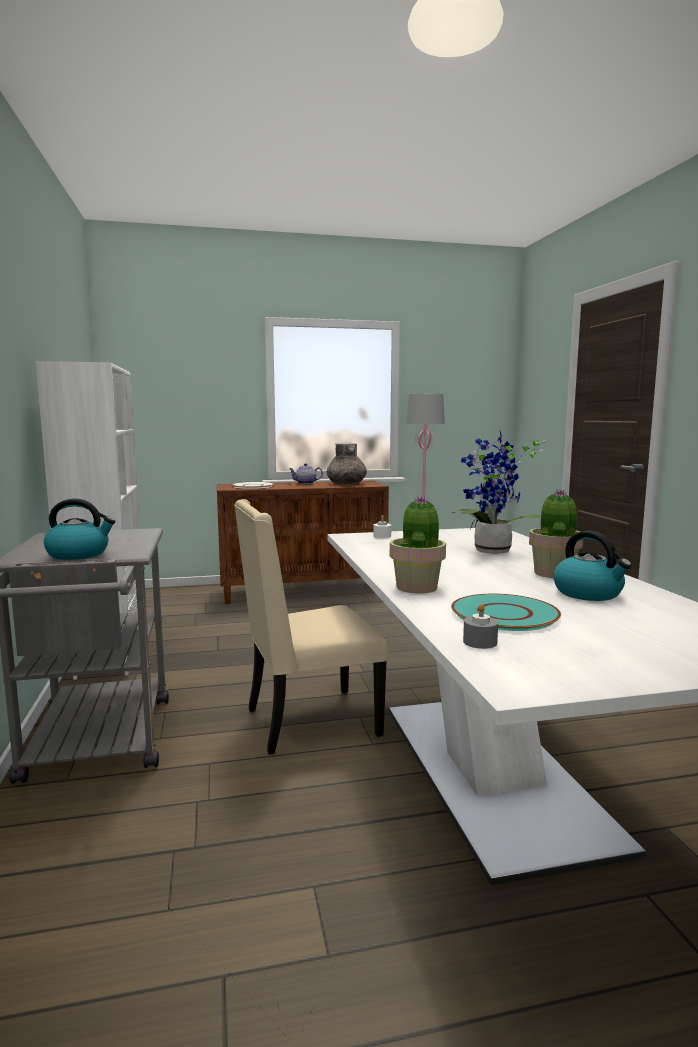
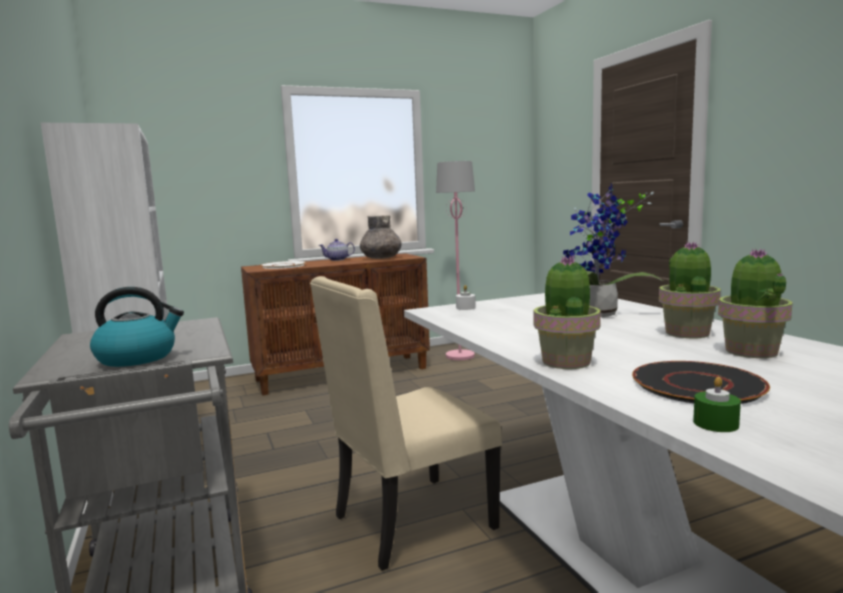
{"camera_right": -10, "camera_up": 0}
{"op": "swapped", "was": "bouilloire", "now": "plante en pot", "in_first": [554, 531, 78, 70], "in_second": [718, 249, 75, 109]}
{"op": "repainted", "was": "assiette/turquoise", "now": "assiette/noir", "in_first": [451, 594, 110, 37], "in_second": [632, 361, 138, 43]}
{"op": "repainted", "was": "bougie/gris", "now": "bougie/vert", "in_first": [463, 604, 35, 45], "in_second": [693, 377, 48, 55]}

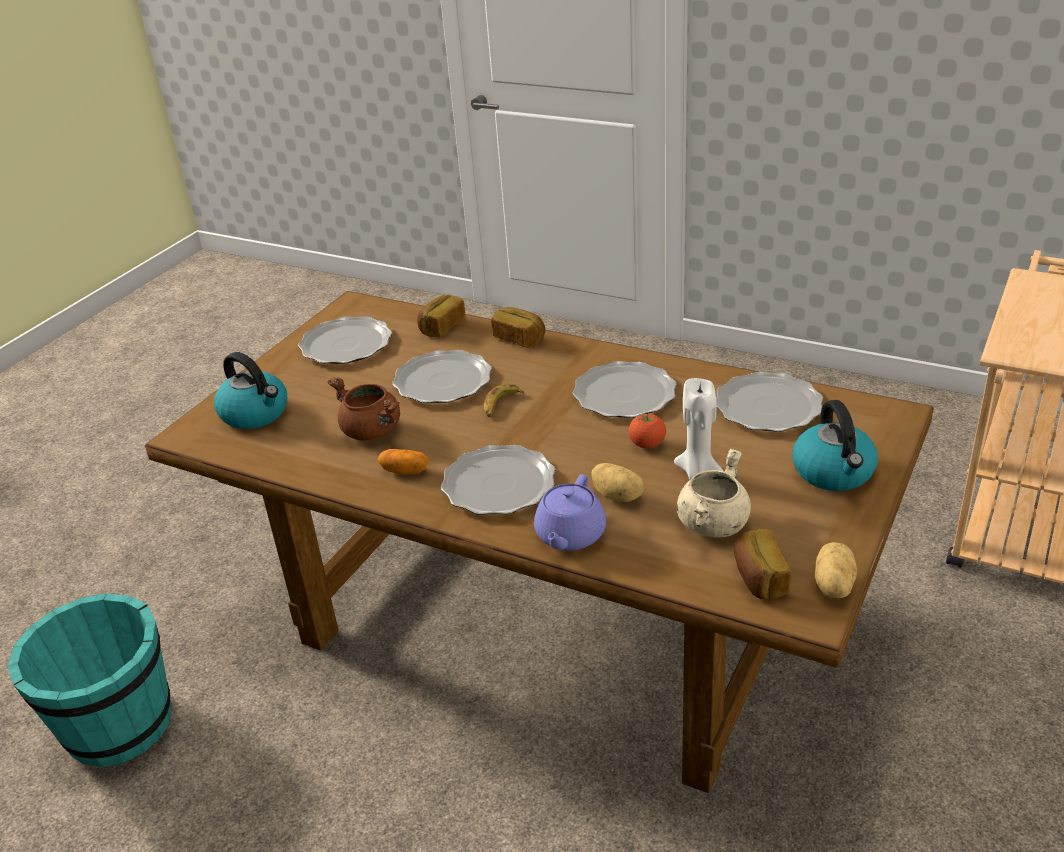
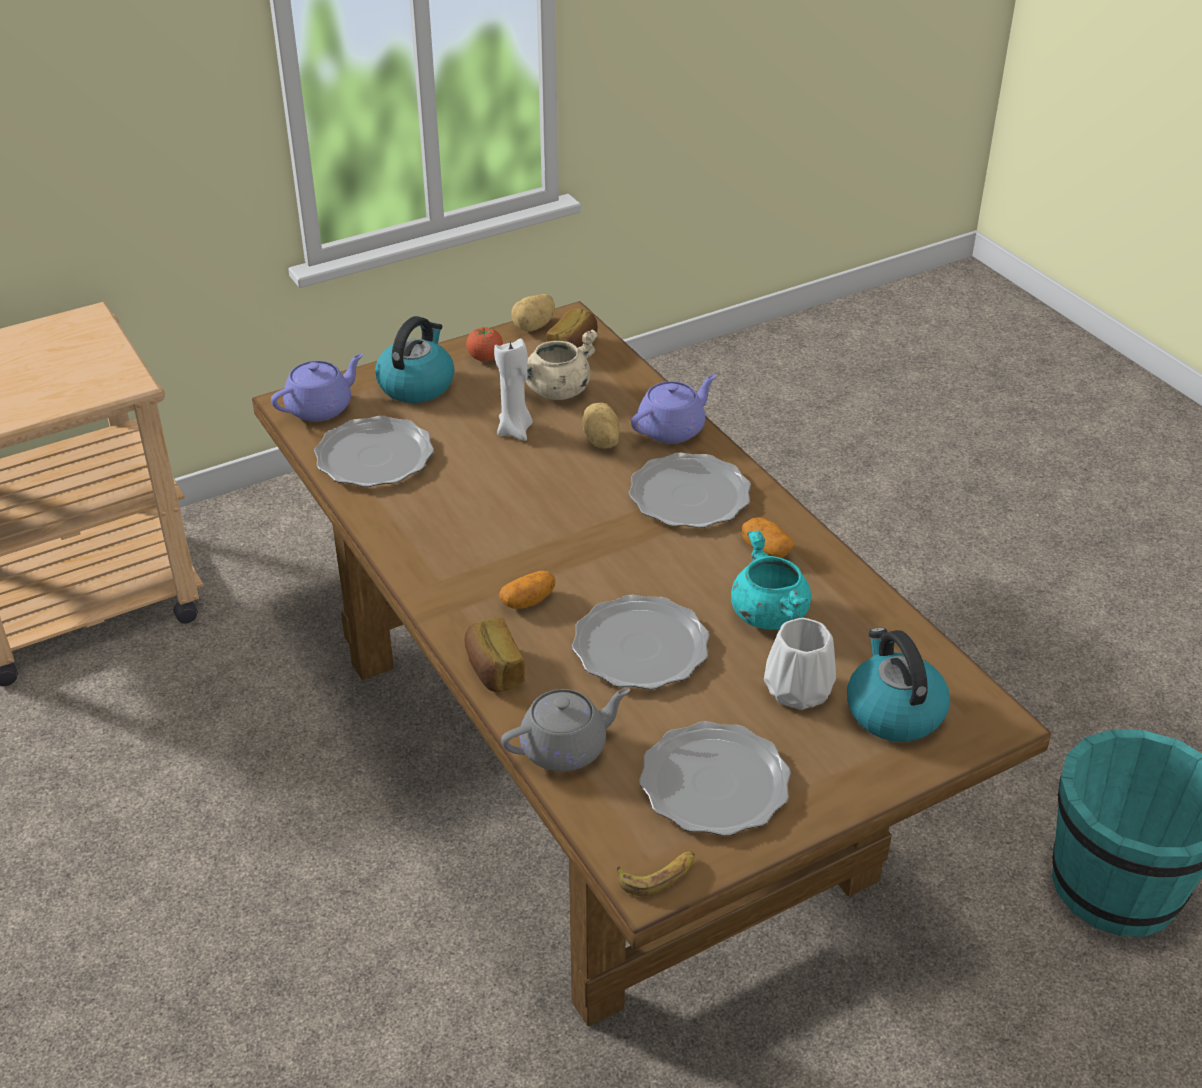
{"camera_right": -150, "camera_up": 5}
{"op": "gone", "was": "assiette", "in_first": [573, 361, 104, 57]}
{"op": "new", "now": "théière/violet", "in_second": [271, 354, 92, 67]}
{"op": "new", "now": "pomme de terre", "in_second": [499, 571, 56, 38]}
{"op": "new", "now": "vase/blanc", "in_second": [764, 618, 72, 92]}
{"op": "shifted", "was": "banane", "in_first": [484, 384, 40, 33], "in_second": [617, 851, 78, 45]}
{"op": "shifted", "was": "tomate", "in_first": [629, 413, 37, 36], "in_second": [466, 327, 37, 34]}
{"op": "swapped", "was": "pain", "now": "théière/gris", "in_first": [417, 295, 49, 42], "in_second": [501, 688, 129, 84]}
{"op": "repainted", "was": "marmite/marron", "now": "marmite/turquoise", "in_first": [327, 377, 73, 64], "in_second": [731, 531, 80, 98]}

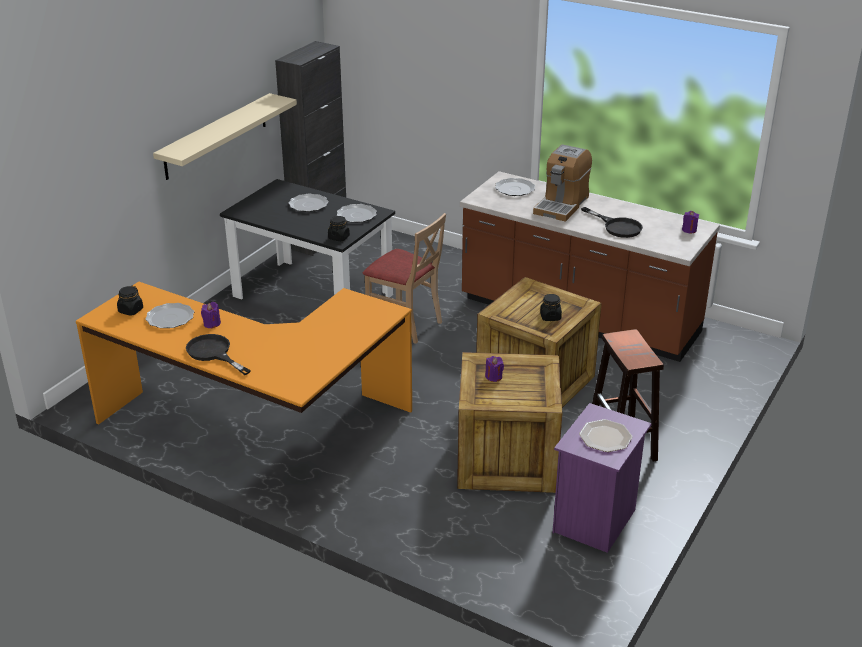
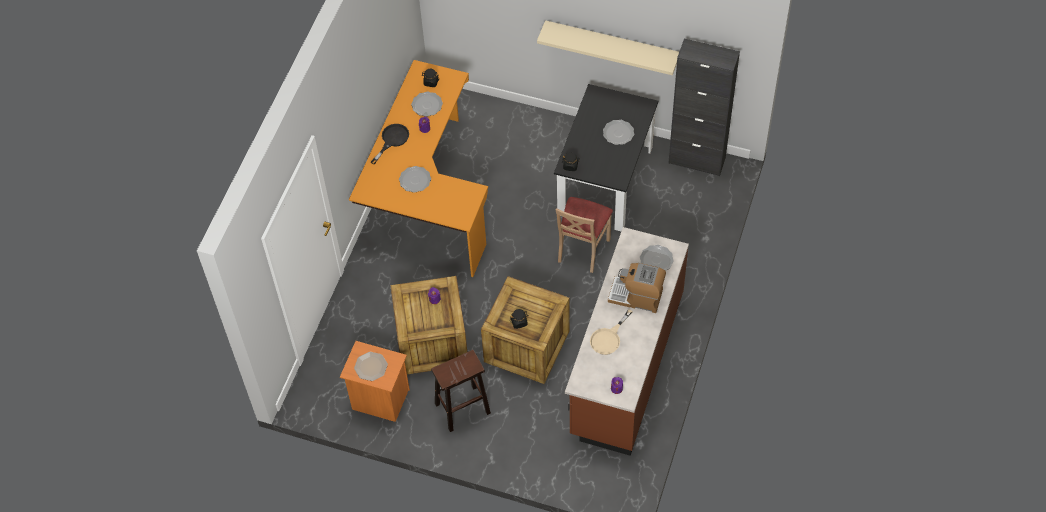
{"camera_right": 80, "camera_up": 25}
{"op": "shifted", "was": "assiette", "in_first": [337, 204, 40, 19], "in_second": [399, 166, 32, 27]}
{"op": "repainted", "was": "table de chevet/violet", "now": "table de chevet/orange", "in_first": [553, 403, 99, 150], "in_second": [340, 341, 70, 81]}
{"op": "repainted", "was": "poêle/noir", "now": "poêle/beige", "in_first": [581, 207, 62, 31], "in_second": [590, 309, 42, 46]}

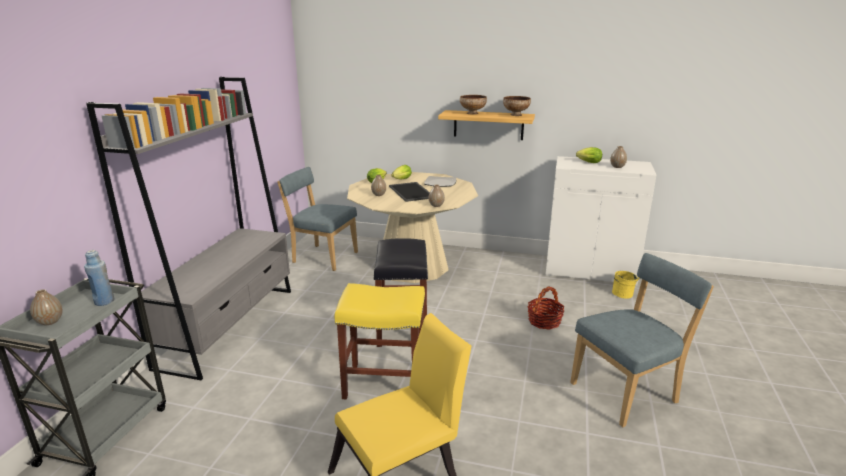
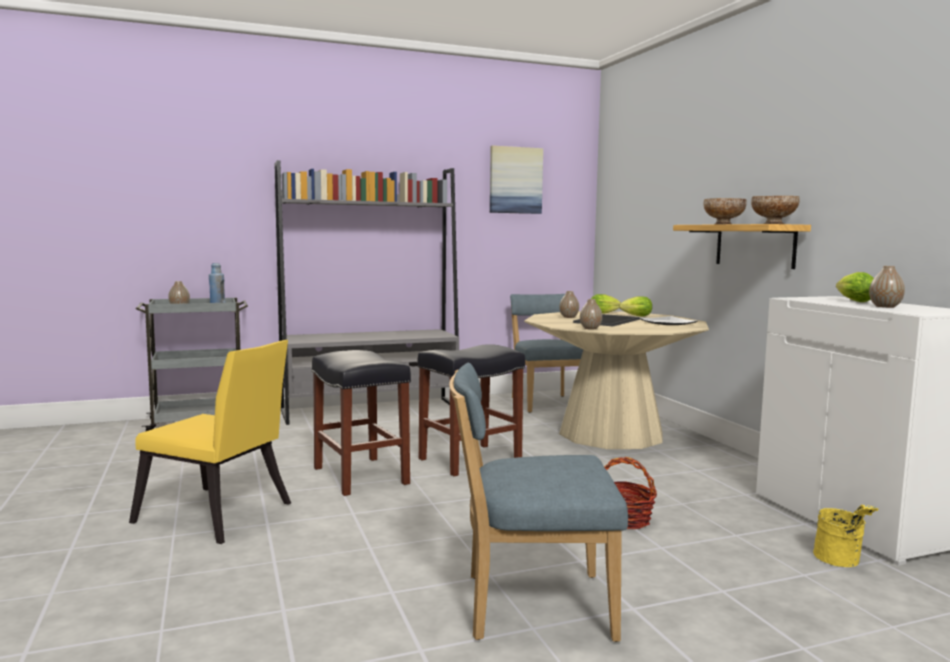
{"camera_right": 55, "camera_up": -15}
{"op": "new", "now": "tableau", "in_second": [490, 145, 53, 69]}
{"op": "repainted", "was": "tabouret/jaune", "now": "tabouret/noir", "in_first": [335, 283, 90, 116], "in_second": [311, 350, 100, 146]}
{"op": "rotated", "was": "chaise/bleu", "in_first": [570, 253, 144, 174], "in_second": [449, 363, 179, 279], "clockwise": 150}

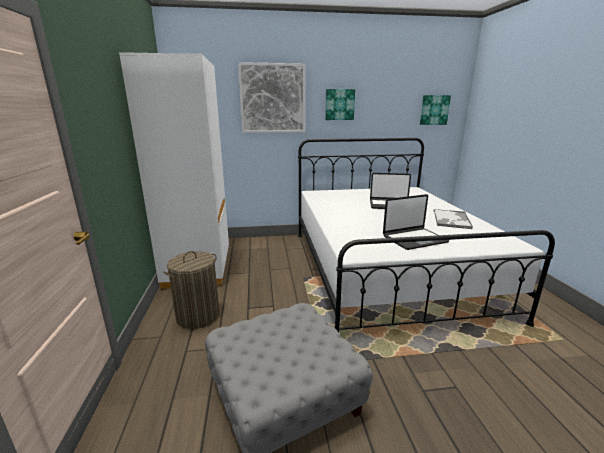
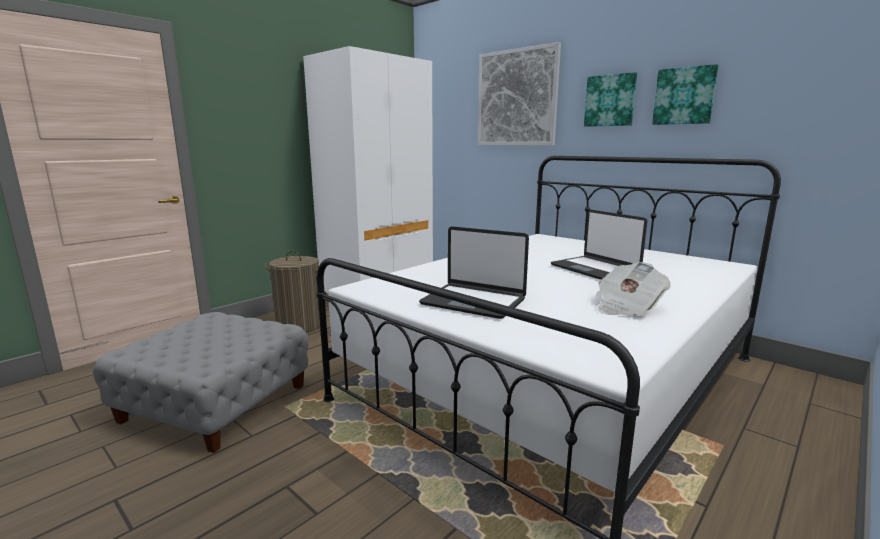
{"camera_right": 50, "camera_up": -5}
{"op": "shifted", "was": "tableau", "in_first": [420, 95, 31, 30], "in_second": [652, 64, 67, 61]}
{"op": "swapped", "was": "plateau", "now": "journal", "in_first": [434, 209, 39, 20], "in_second": [596, 262, 74, 54]}

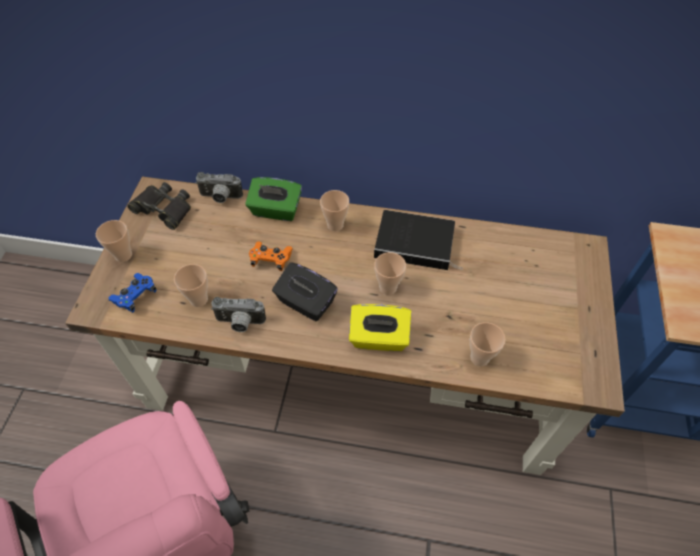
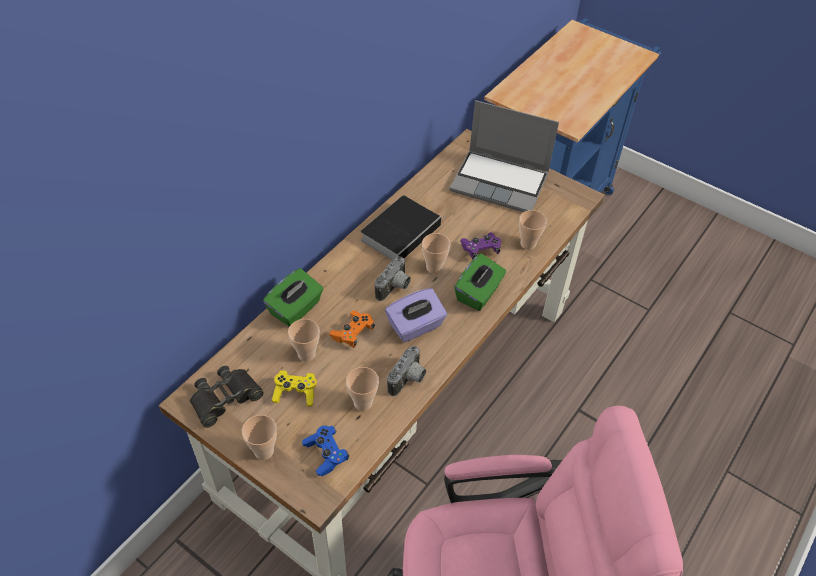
{"camera_right": -65, "camera_up": -5}
{"op": "new", "now": "manette/jaune", "in_second": [272, 370, 45, 36]}
{"op": "new", "now": "ordinateur portable", "in_second": [449, 100, 110, 112]}
{"op": "new", "now": "manette/violet", "in_second": [460, 233, 41, 26]}
{"op": "shifted", "was": "appareil photo", "in_first": [196, 172, 47, 31], "in_second": [375, 256, 36, 45]}
{"op": "shifted", "was": "tasse", "in_first": [320, 190, 29, 41], "in_second": [288, 319, 32, 43]}
{"op": "repainted", "was": "boîte à mouchoirs/noir", "now": "boîte à mouchoirs/violet", "in_first": [272, 262, 66, 59], "in_second": [385, 288, 62, 54]}
{"op": "repainted", "was": "boîte à mouchoirs/jaune", "now": "boîte à mouchoirs/vert", "in_first": [349, 304, 62, 47], "in_second": [454, 253, 52, 58]}

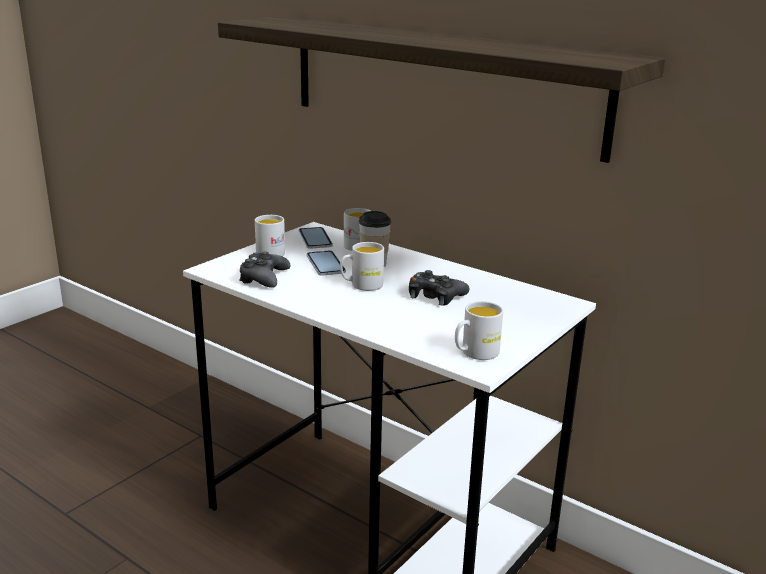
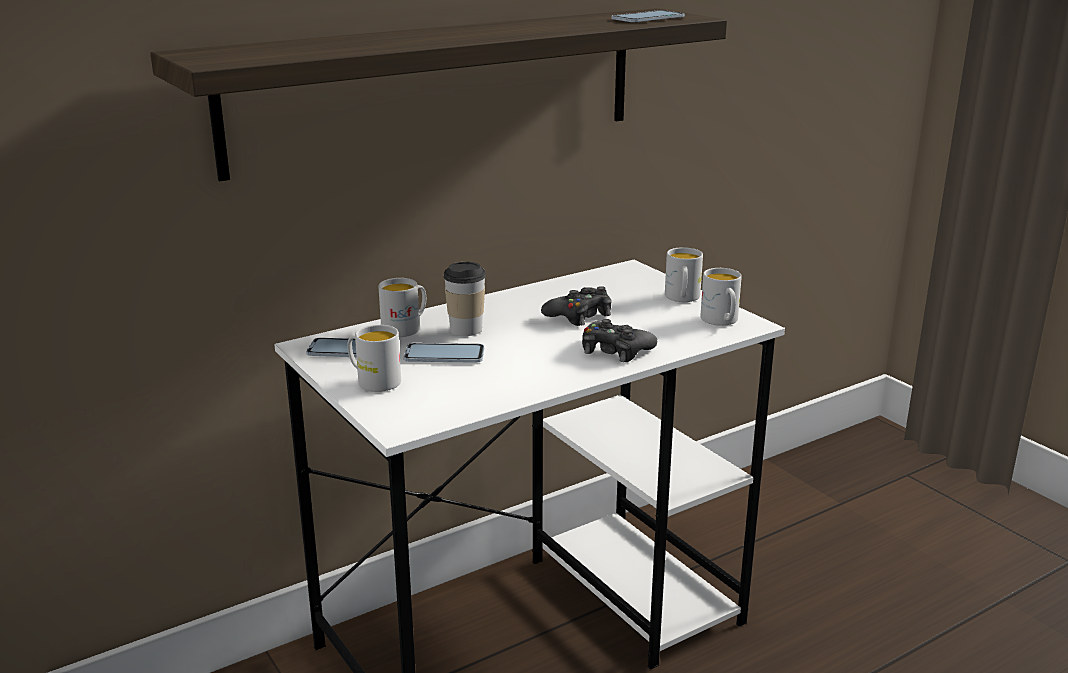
{"camera_right": -70, "camera_up": 0}
{"op": "new", "now": "téléphone", "in_second": [612, 10, 72, 12]}
{"op": "shifted", "was": "manette/noir", "in_first": [239, 252, 52, 36], "in_second": [582, 319, 75, 43]}
{"op": "shifted", "was": "mug/blanc", "in_first": [340, 242, 44, 49], "in_second": [665, 247, 38, 55]}

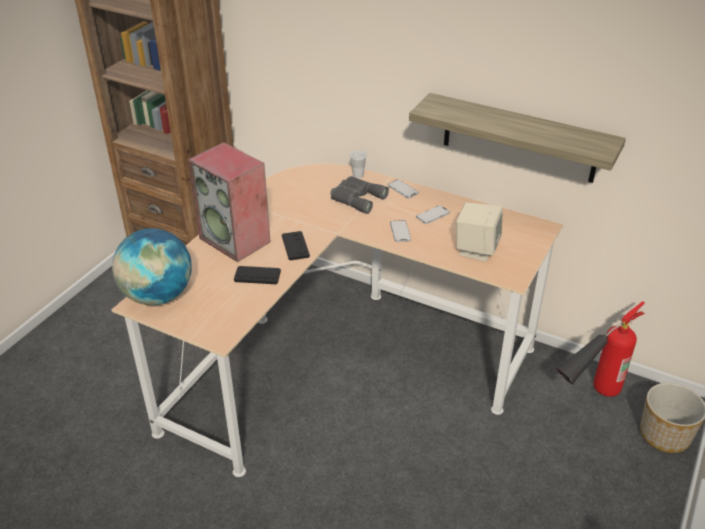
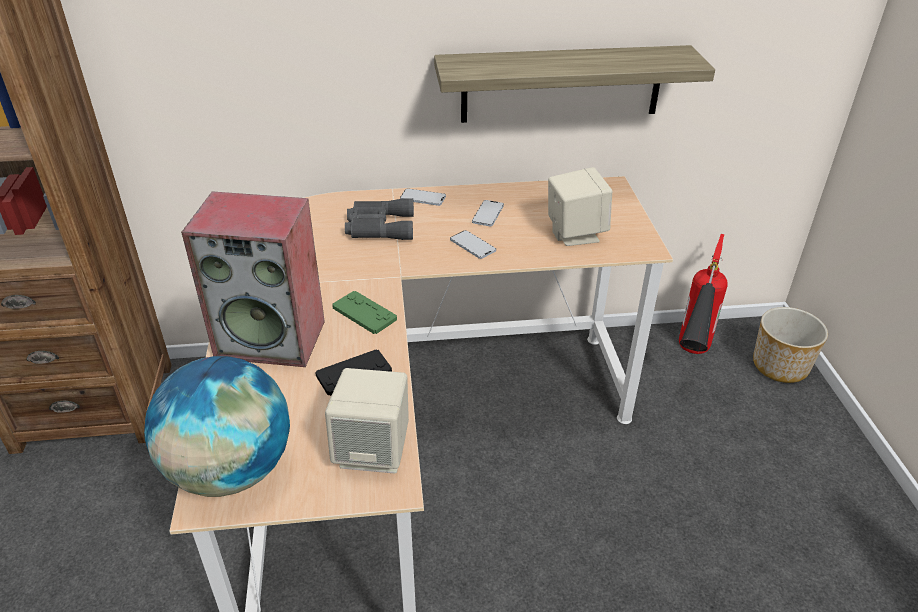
{"camera_right": -35, "camera_up": 0}
{"op": "gone", "was": "tasse/blanc", "in_first": [350, 150, 17, 28]}
{"op": "new", "now": "enceinte/beige", "in_second": [325, 368, 84, 106]}
{"op": "repainted", "was": "manette/noir", "now": "manette/vert", "in_first": [282, 231, 28, 29], "in_second": [332, 291, 65, 43]}

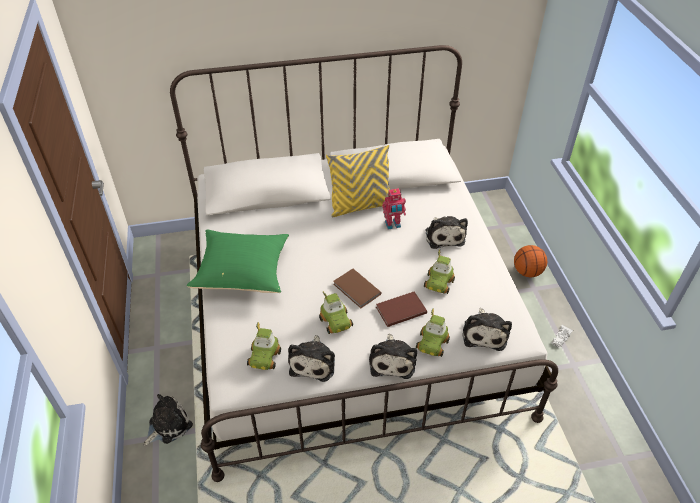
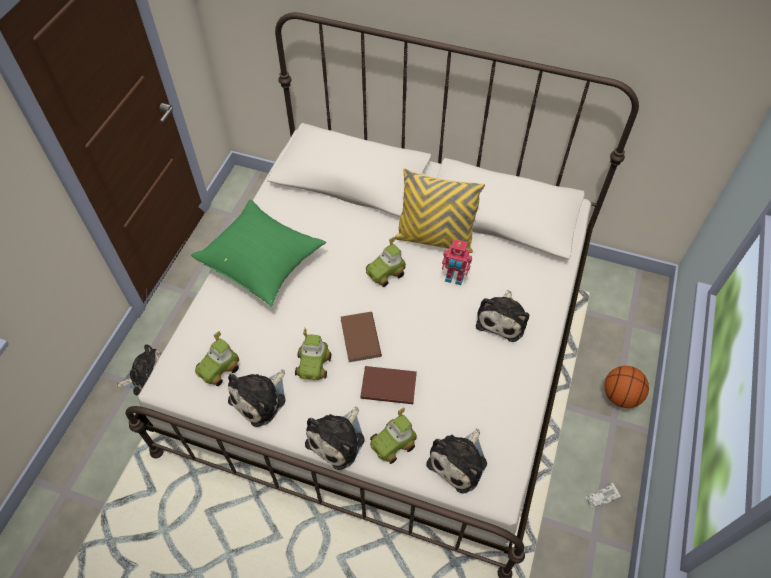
{"camera_right": 30, "camera_up": 10}
{"op": "shifted", "was": "petite voiture", "in_first": [424, 249, 31, 45], "in_second": [366, 237, 40, 50]}

